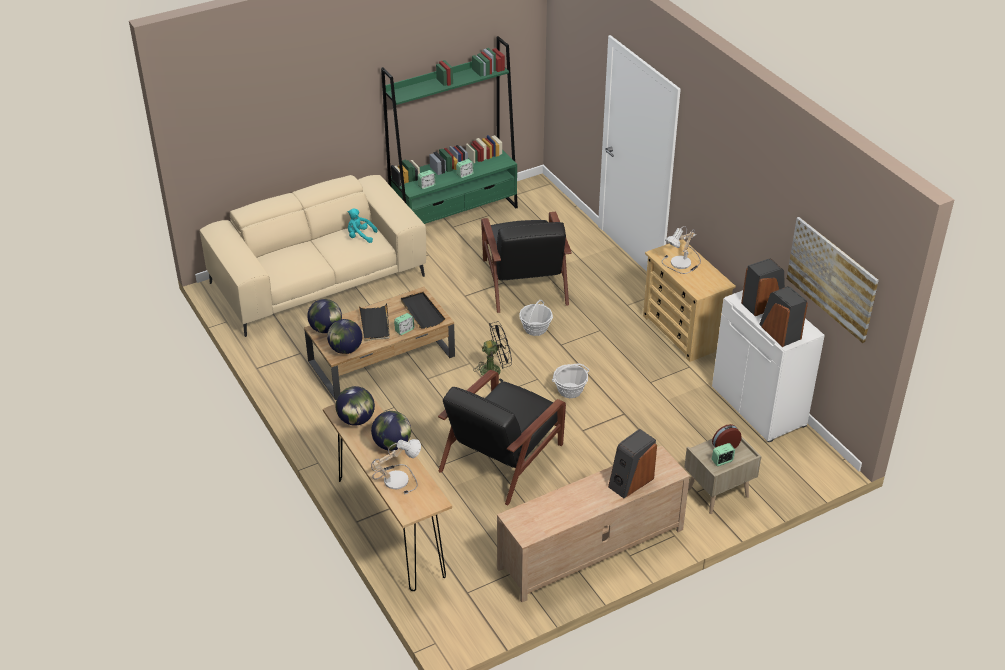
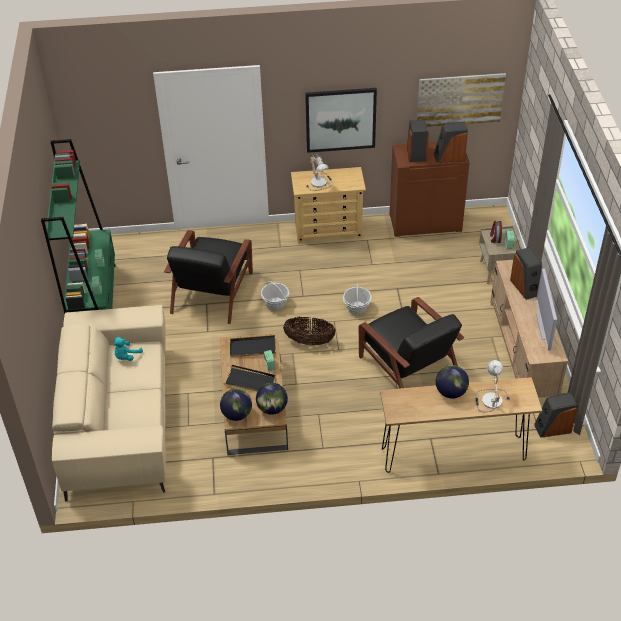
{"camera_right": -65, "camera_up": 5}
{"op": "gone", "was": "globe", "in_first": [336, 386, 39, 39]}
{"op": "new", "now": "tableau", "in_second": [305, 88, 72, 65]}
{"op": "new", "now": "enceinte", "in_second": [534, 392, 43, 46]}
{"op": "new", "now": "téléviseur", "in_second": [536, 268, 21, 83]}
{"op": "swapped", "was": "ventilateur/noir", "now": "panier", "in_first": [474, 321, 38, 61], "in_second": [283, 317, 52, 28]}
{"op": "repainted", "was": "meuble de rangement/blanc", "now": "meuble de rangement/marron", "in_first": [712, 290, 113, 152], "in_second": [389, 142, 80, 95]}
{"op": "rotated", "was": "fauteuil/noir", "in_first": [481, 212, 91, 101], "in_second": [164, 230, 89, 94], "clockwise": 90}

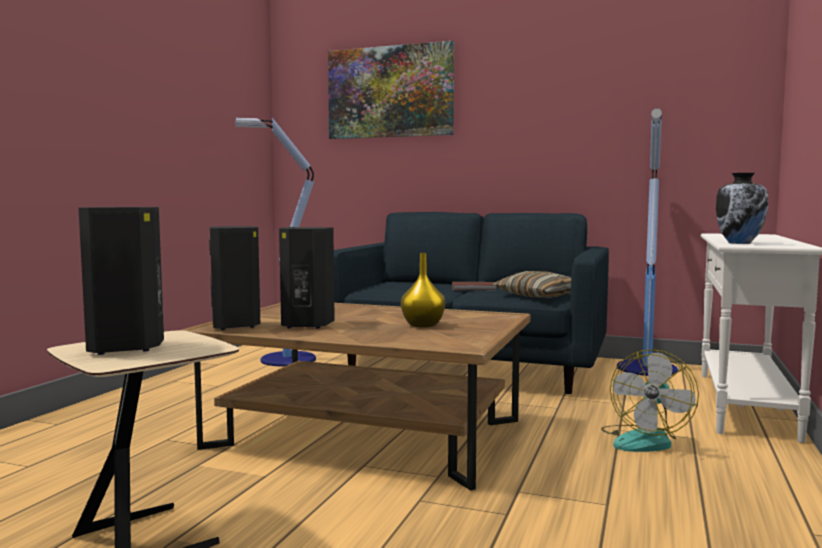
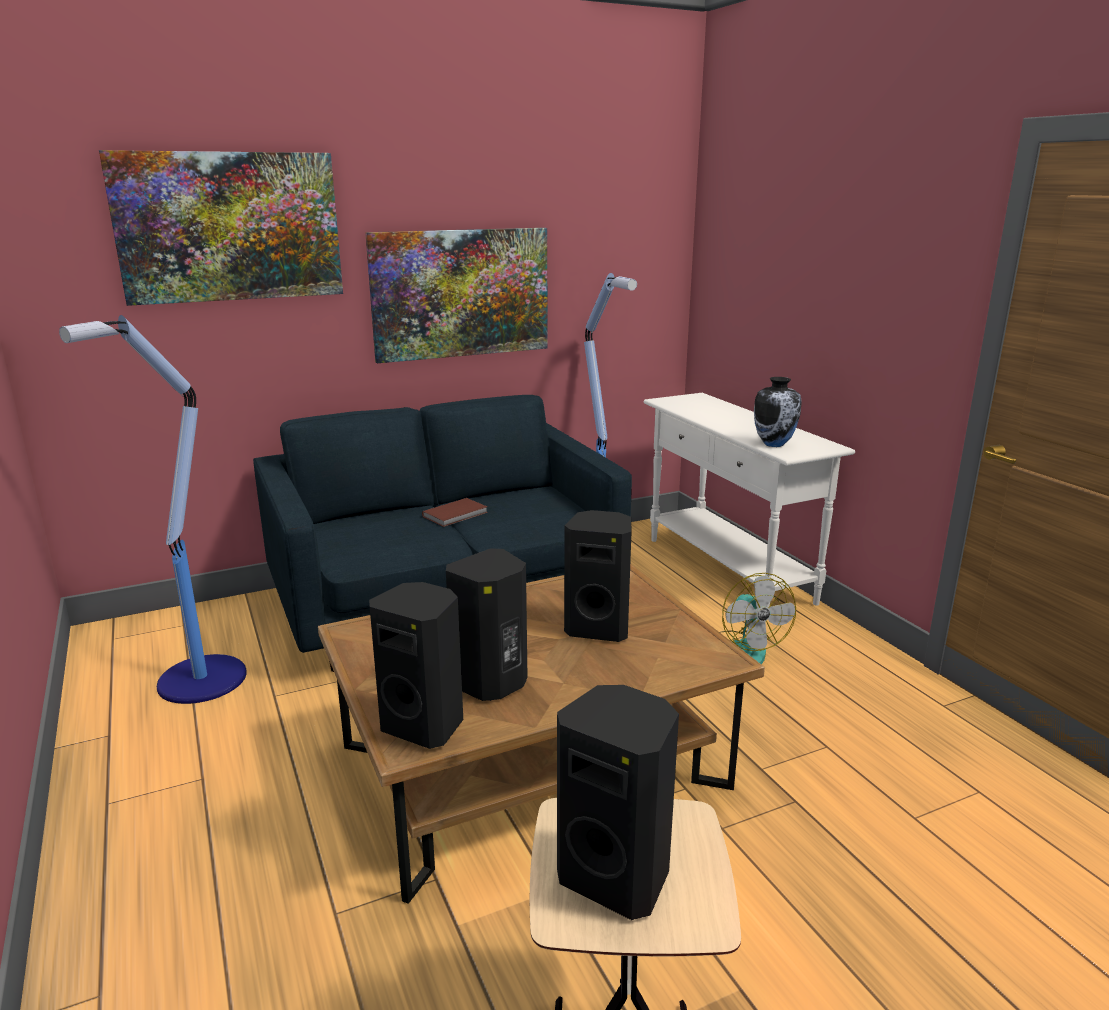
{"camera_right": -45, "camera_up": 15}
{"op": "gone", "was": "coussin", "in_first": [493, 271, 78, 27]}
{"op": "new", "now": "tableau", "in_second": [365, 228, 183, 135]}
{"op": "swapped", "was": "vase/jaune", "now": "enceinte/noir", "in_first": [401, 253, 44, 75], "in_second": [564, 510, 68, 132]}

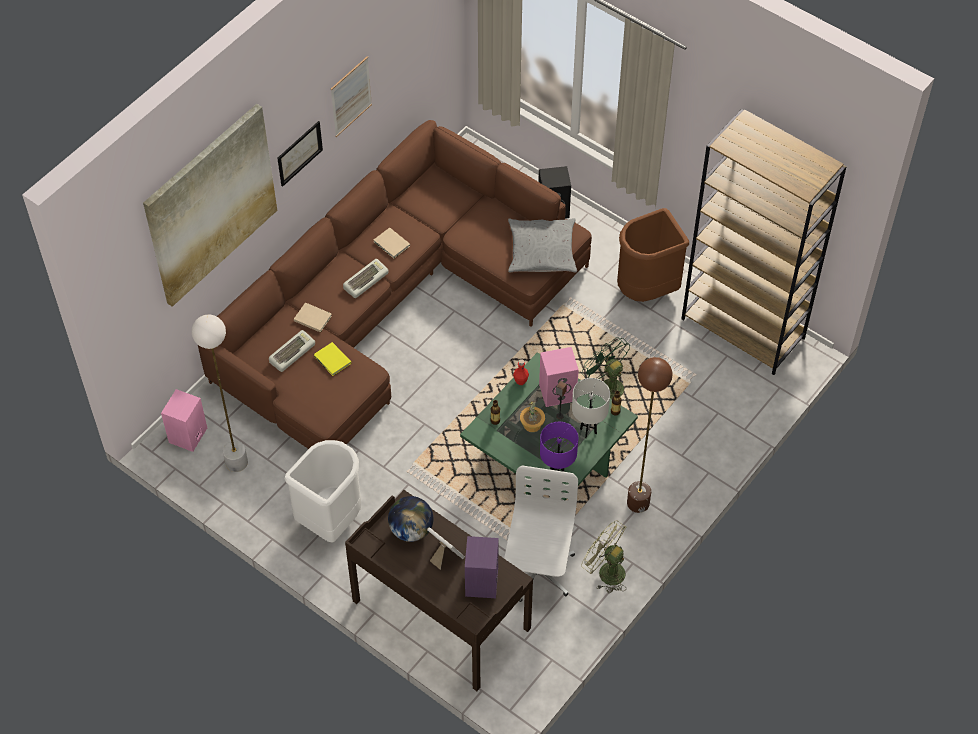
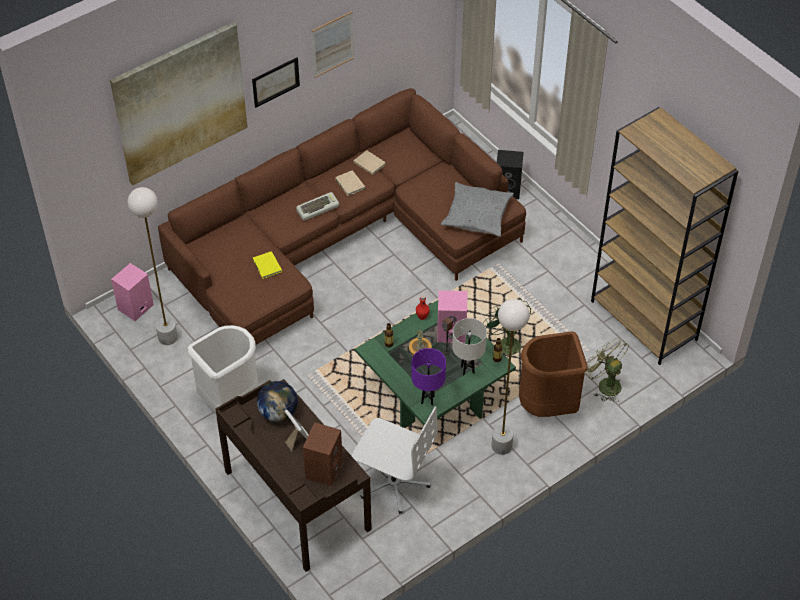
{"camera_right": 15, "camera_up": -5}
{"op": "gone", "was": "clavier", "in_first": [269, 330, 46, 42]}
{"op": "shifted", "was": "livre/beige", "in_first": [294, 302, 38, 31], "in_second": [353, 150, 33, 25]}
{"op": "shifted", "was": "ventilateur/vert", "in_first": [581, 520, 45, 73], "in_second": [587, 337, 42, 65]}
{"op": "shifted", "was": "poubelle/marron", "in_first": [617, 208, 72, 94], "in_second": [519, 331, 69, 86]}
{"op": "repainted", "was": "enceinte/violet", "now": "enceinte/marron", "in_first": [465, 536, 34, 62], "in_second": [303, 422, 40, 64]}
{"op": "repainted", "was": "lampadaire/marron", "now": "lampadaire/blanc", "in_first": [627, 357, 45, 156], "in_second": [491, 299, 39, 156]}
{"op": "rotated", "was": "chaise de bureau/blanc", "in_first": [504, 465, 74, 137], "in_second": [352, 406, 86, 108], "clockwise": 90}

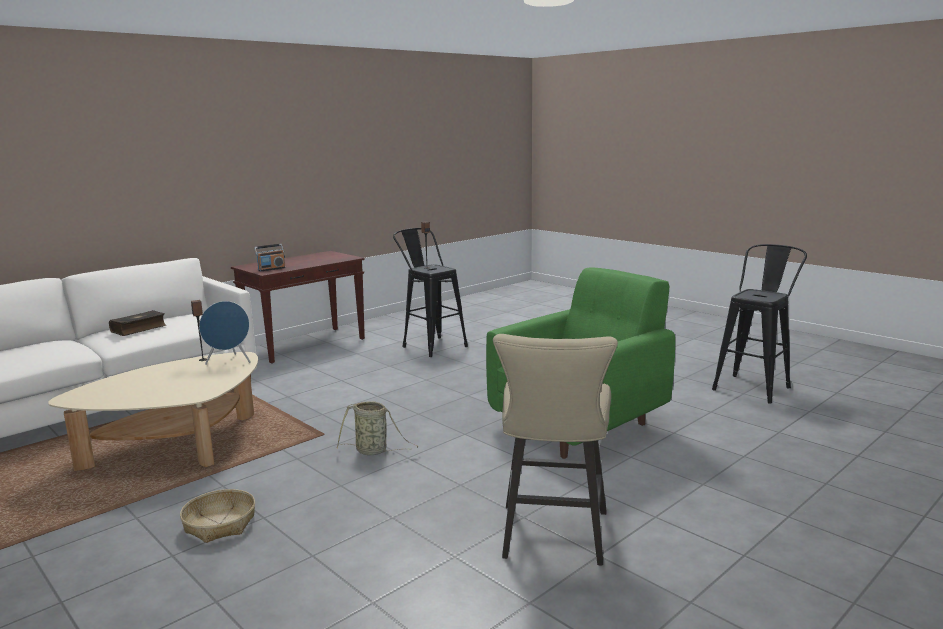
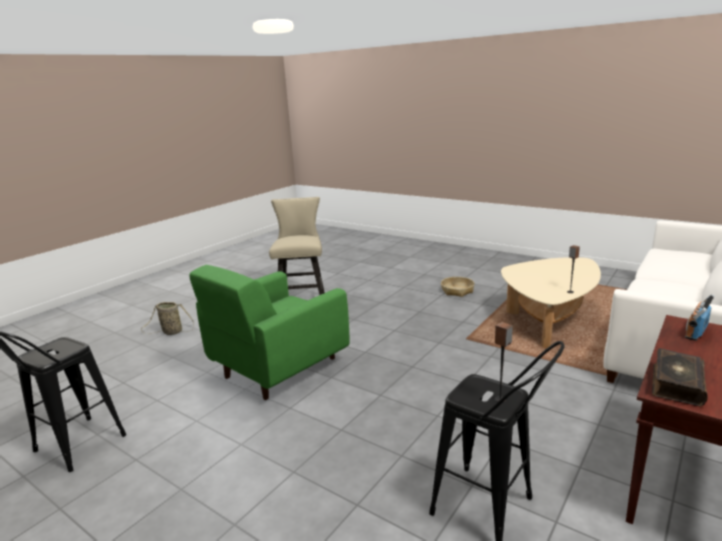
{"camera_right": 170, "camera_up": 5}
{"op": "gone", "was": "enceinte/bleu", "in_first": [199, 301, 52, 64]}
{"op": "shifted", "was": "livre", "in_first": [109, 310, 57, 26], "in_second": [652, 348, 56, 58]}
{"op": "shifted", "was": "panier", "in_first": [337, 401, 81, 54], "in_second": [141, 302, 53, 33]}

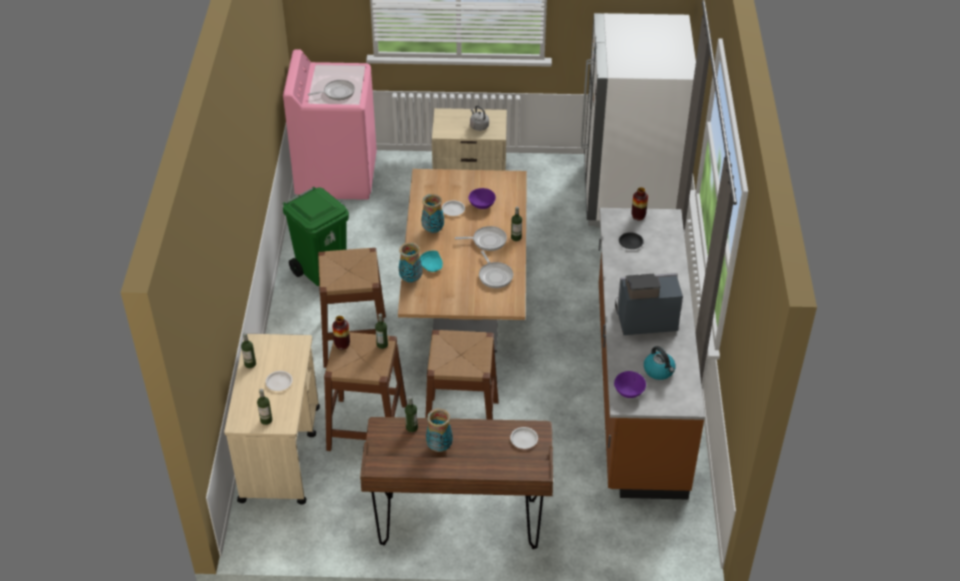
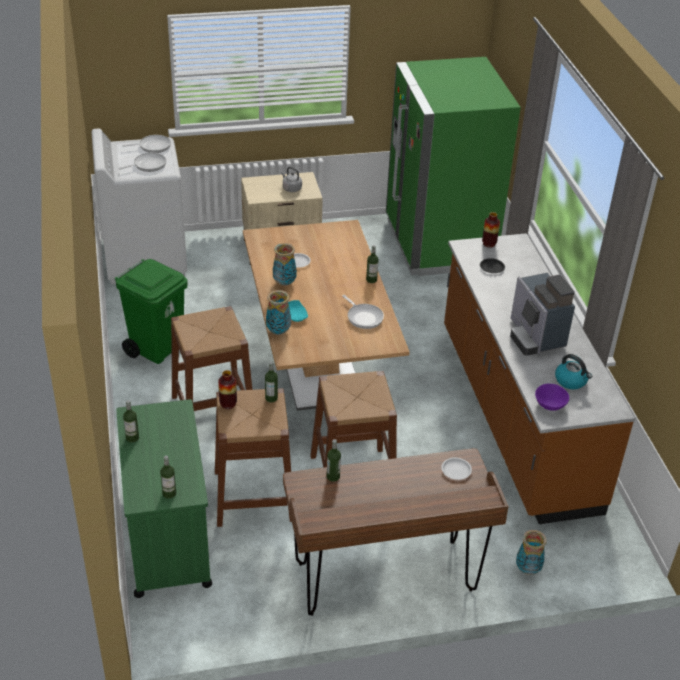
{"camera_right": -15, "camera_up": -5}
{"op": "gone", "was": "assiette/blanc", "in_first": [265, 371, 27, 20]}
{"op": "gone", "was": "bol/violet", "in_first": [469, 188, 27, 21]}
{"op": "shifted", "was": "vase", "in_first": [426, 408, 27, 44], "in_second": [516, 530, 31, 45]}
{"op": "shifted", "was": "poêle", "in_first": [455, 226, 52, 25], "in_second": [122, 135, 49, 18]}
{"op": "repainted", "was": "chariot/beige", "now": "chariot/vert", "in_first": [224, 334, 96, 171], "in_second": [116, 399, 96, 199]}
{"op": "repainted", "was": "lave-linge/rose", "now": "lave-linge/blanc", "in_first": [283, 49, 94, 151], "in_second": [91, 128, 96, 156]}
{"op": "repainted", "was": "réfrigérateur/blanc", "now": "réfrigérateur/vert", "in_first": [581, 13, 115, 215], "in_second": [386, 57, 135, 219]}
{"op": "rotated", "was": "machine à café", "in_first": [615, 273, 68, 62], "in_second": [510, 273, 65, 83], "clockwise": -90}

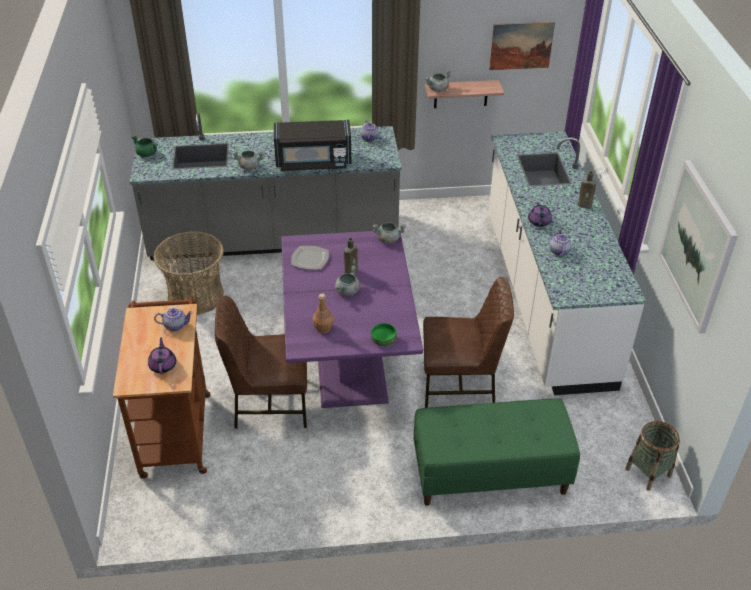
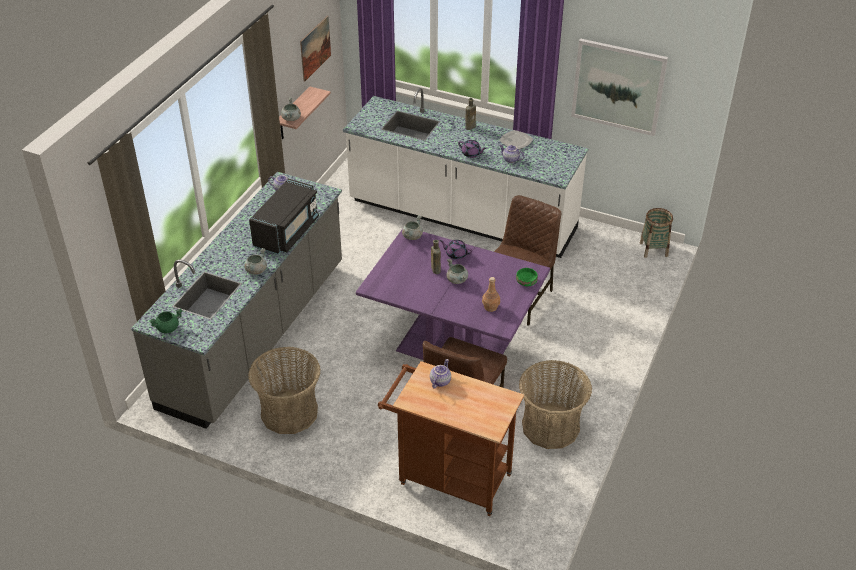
{"camera_right": -60, "camera_up": 0}
{"op": "gone", "was": "banc/vert", "in_first": [414, 398, 166, 108]}
{"op": "new", "now": "panier", "in_second": [519, 360, 73, 89]}
{"op": "shifted", "was": "théière/violet", "in_first": [148, 337, 28, 37], "in_second": [440, 240, 32, 20]}
{"op": "shifted", "was": "assiette", "in_first": [291, 246, 38, 23], "in_second": [499, 130, 34, 19]}

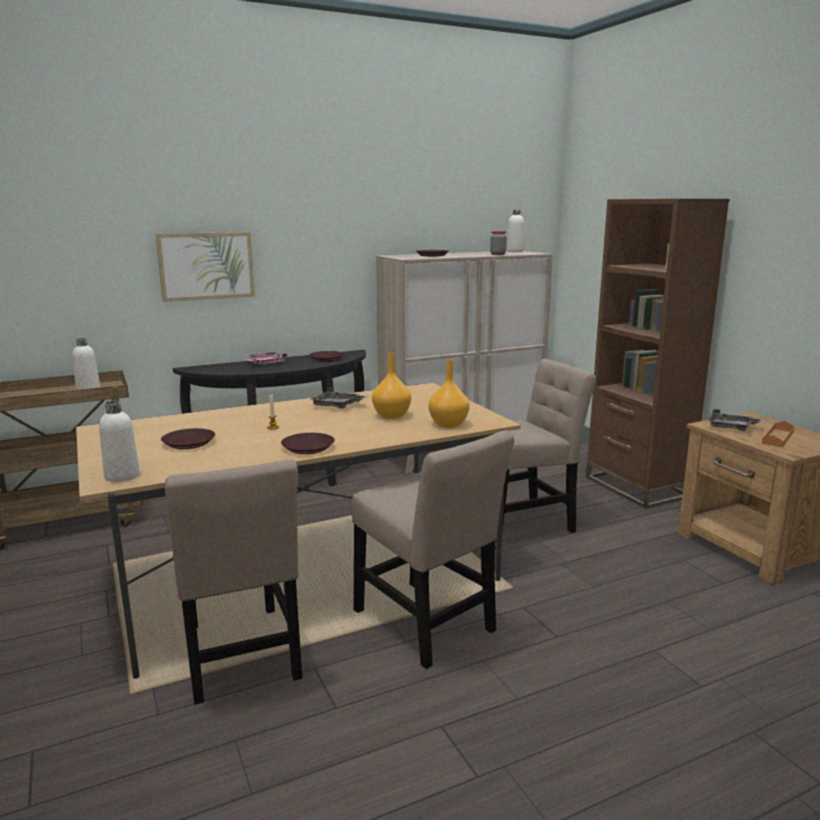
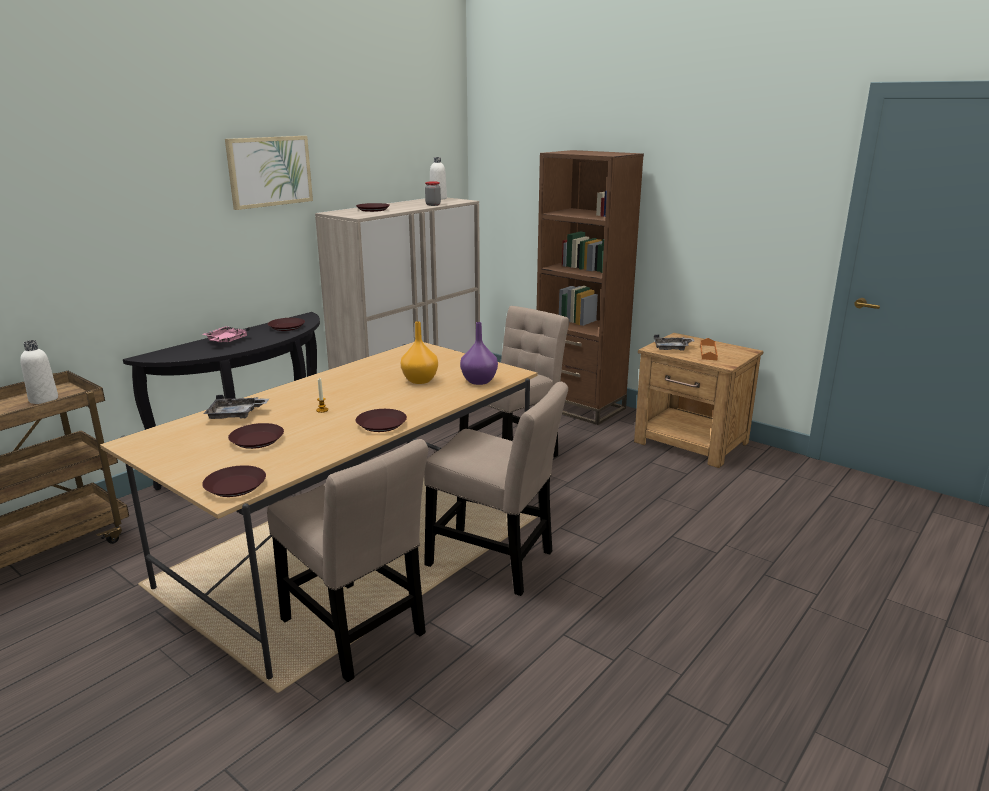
{"camera_right": -25, "camera_up": 5}
{"op": "shifted", "was": "tableau", "in_first": [155, 232, 100, 70], "in_second": [225, 136, 88, 74]}
{"op": "shifted", "was": "plateau/gris", "in_first": [309, 388, 59, 21], "in_second": [203, 395, 66, 24]}
{"op": "swapped", "was": "bouteille/blanc", "now": "assiette/marron", "in_first": [99, 400, 41, 82], "in_second": [202, 465, 64, 32]}
{"op": "repainted", "was": "vase/orange", "now": "vase/violet", "in_first": [429, 359, 41, 69], "in_second": [460, 322, 38, 63]}

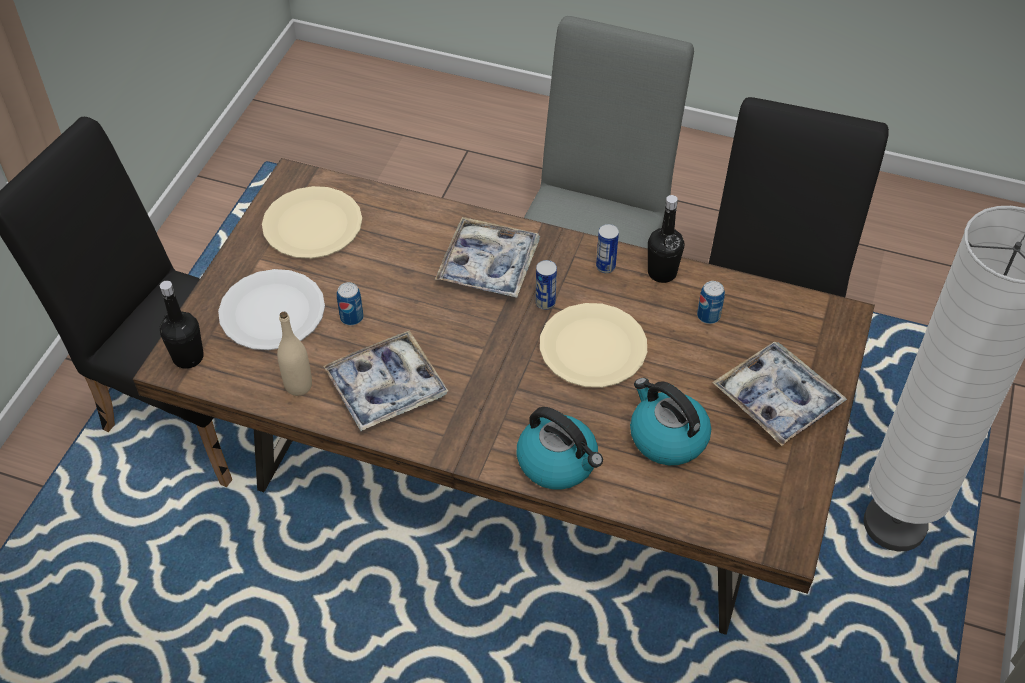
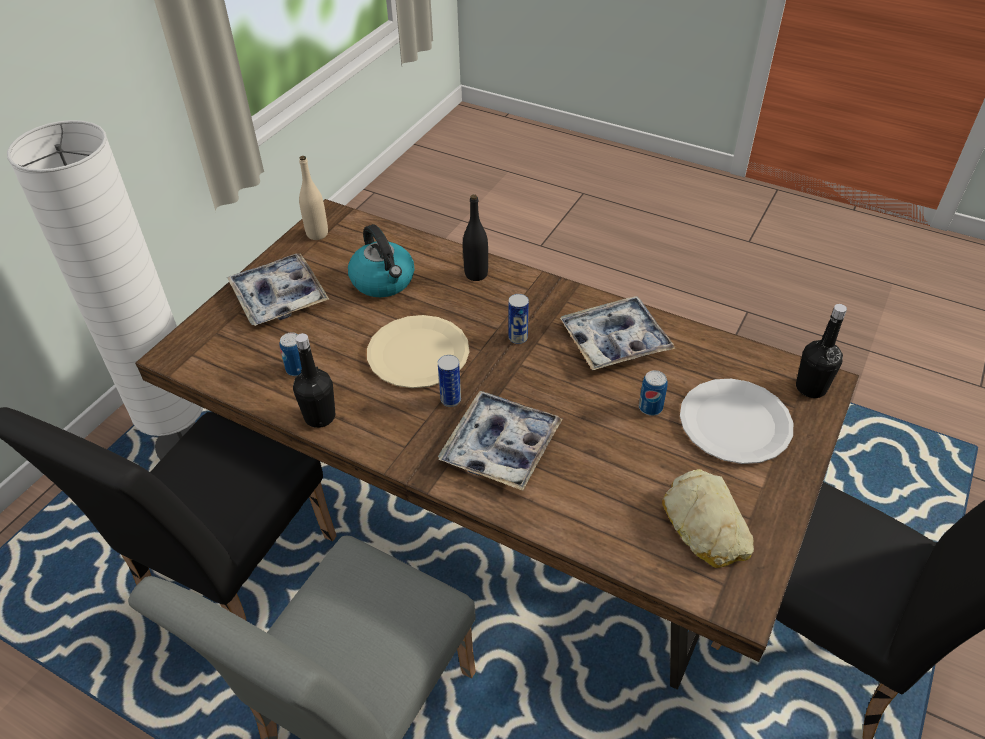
{"camera_right": -170, "camera_up": -5}
{"op": "shifted", "was": "bouteille/beige", "in_first": [277, 312, 35, 84], "in_second": [299, 156, 29, 84]}
{"op": "shifted", "was": "boîte métallique", "in_first": [596, 224, 23, 49], "in_second": [509, 294, 20, 50]}
{"op": "swapped", "was": "assiette/beige", "now": "pain", "in_first": [262, 186, 100, 73], "in_second": [662, 469, 92, 99]}
{"op": "swapped", "was": "bouilloire", "now": "bouteille/noir", "in_first": [516, 407, 87, 83], "in_second": [463, 195, 25, 86]}

